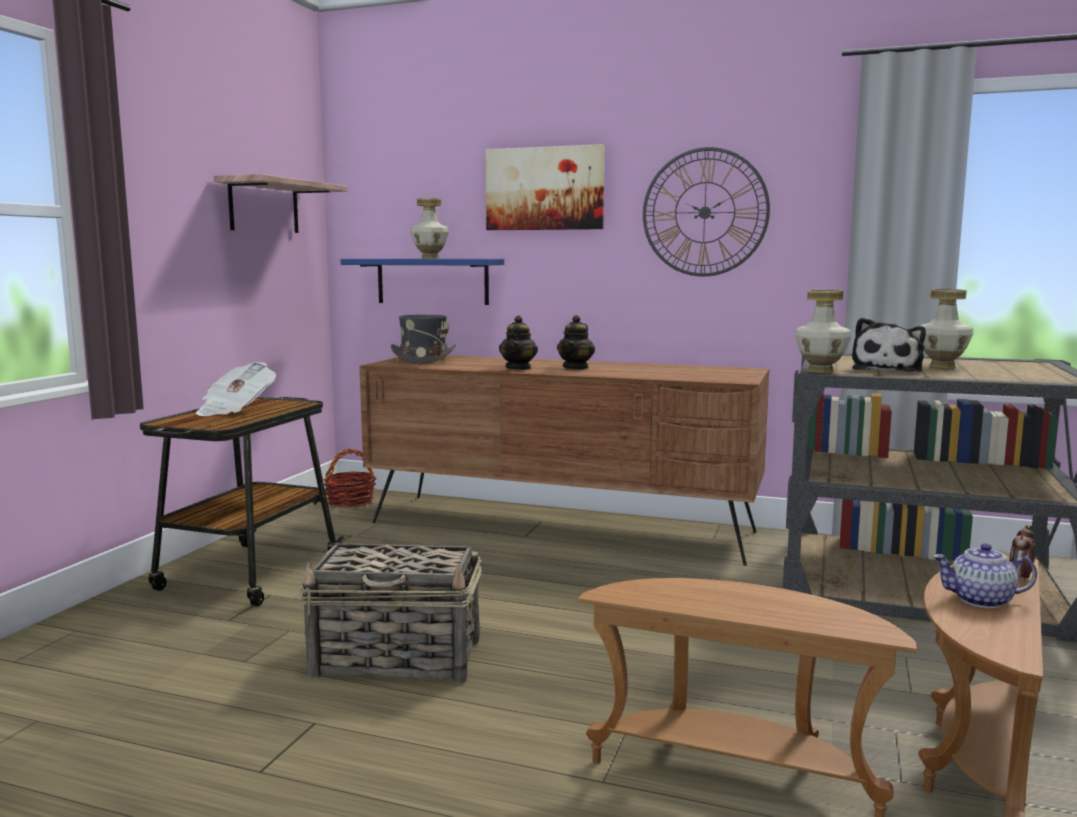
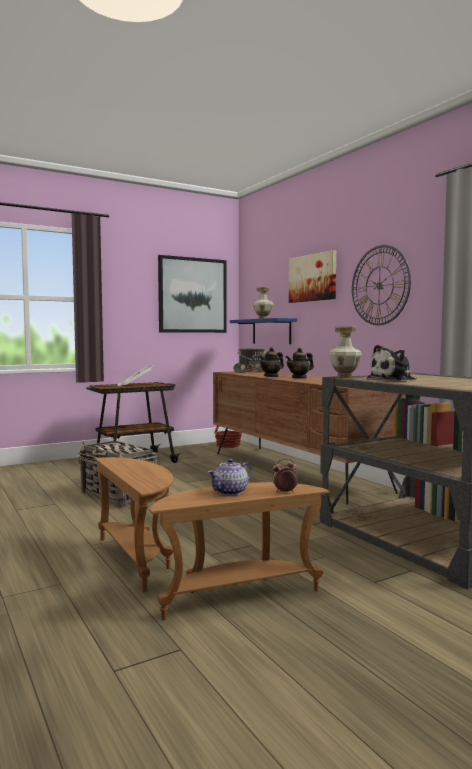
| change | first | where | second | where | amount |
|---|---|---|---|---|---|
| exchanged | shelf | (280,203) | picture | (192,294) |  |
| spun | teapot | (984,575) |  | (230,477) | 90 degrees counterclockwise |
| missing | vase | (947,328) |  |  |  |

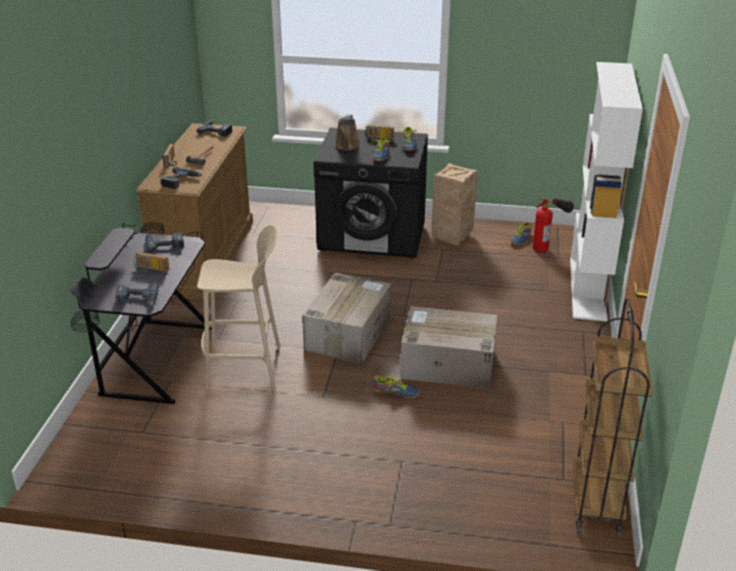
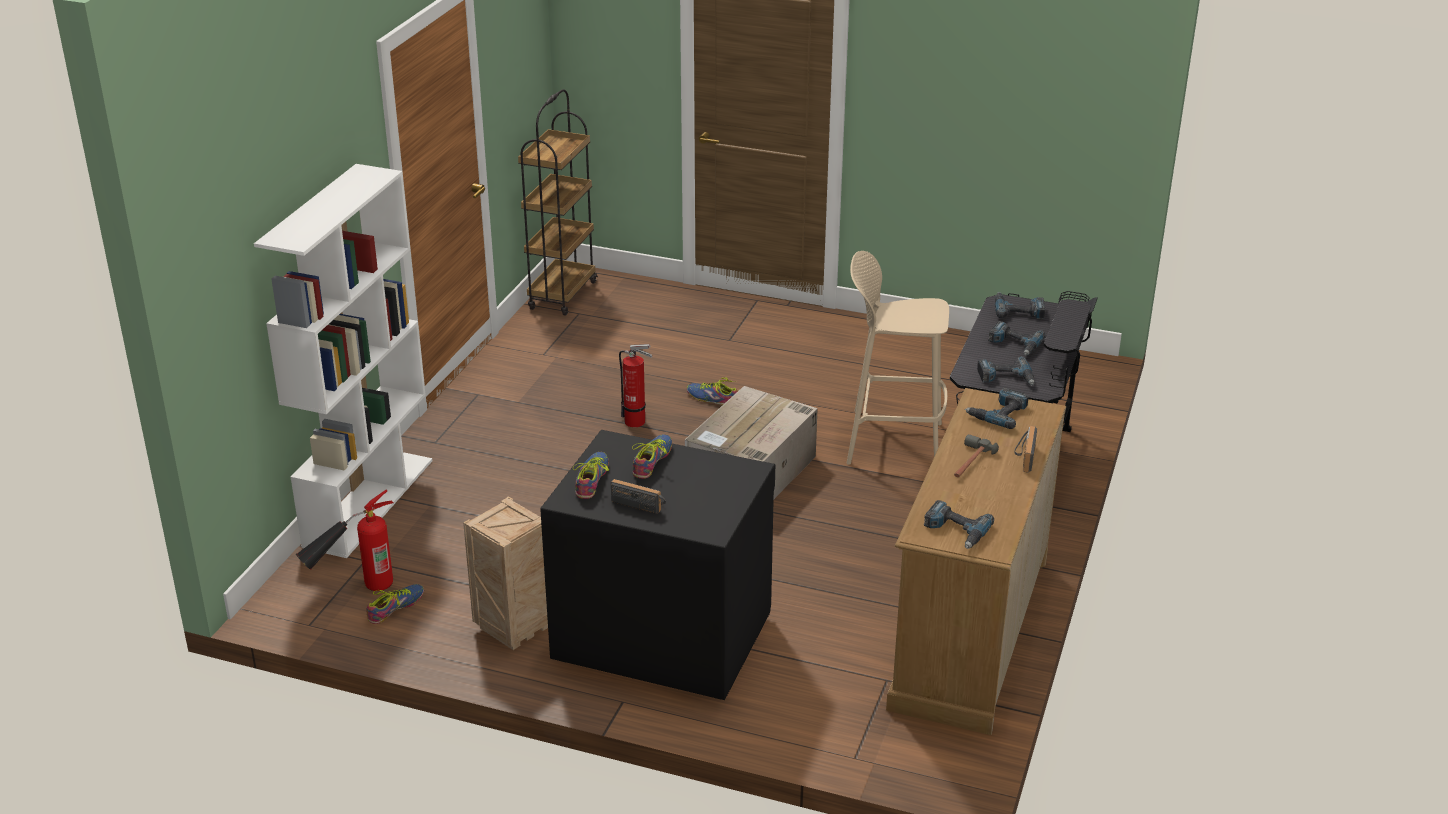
| change | first | where | second | where | amount |
|---|---|---|---|---|---|
| exchanged | cardboard box | (448,347) | fire extinguisher | (635,385) |  |
| exchanged | radio | (151,262) | power drill | (1016,338) |  |
| missing | watering can/brown | (347,132) |  |  |  |

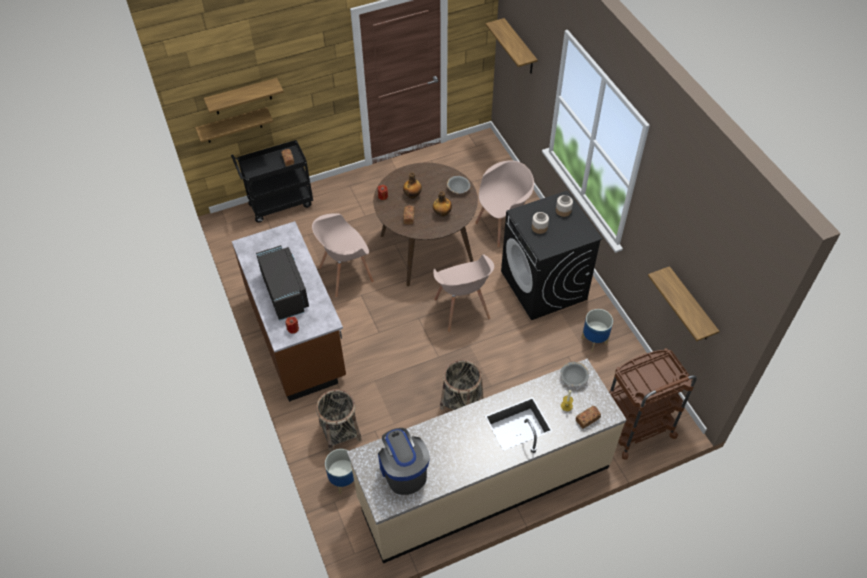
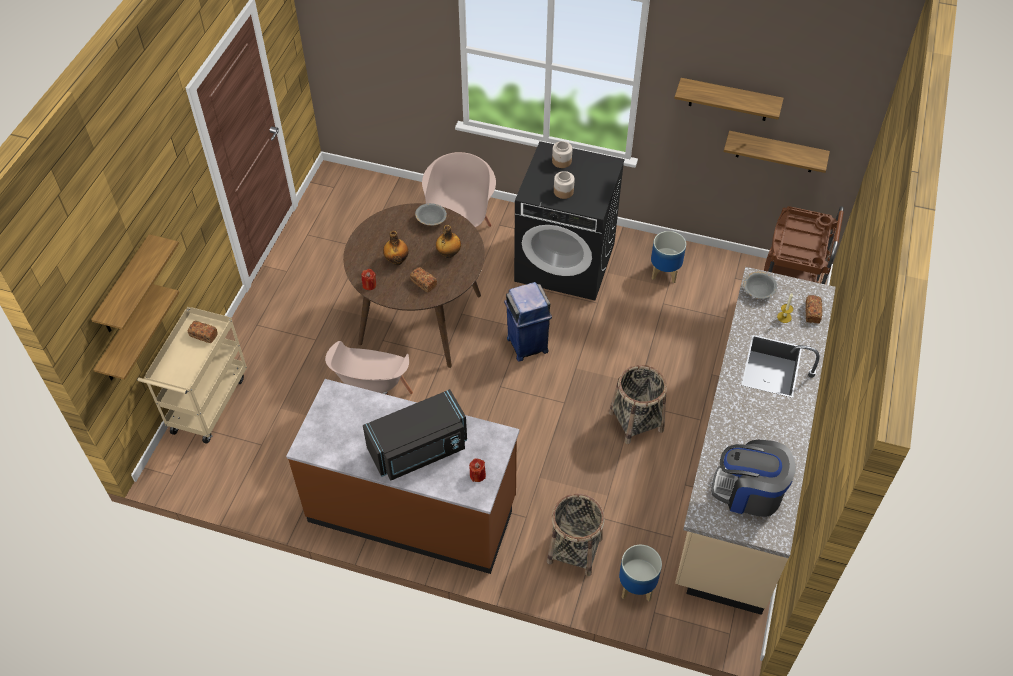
| change | first | where | second | where | amount |
|---|---|---|---|---|---|
| colour | cart/black | (272,181) | cart/beige | (192,375) |  |
| spun | microwave/black | (282,283) |  | (415,434) | 135 degrees clockwise |
| exchanged | chair/beige | (464,293) | trash can/blue | (528,322) |  |
| relocated | shelf | (512,46) |  | (729,99) |  |

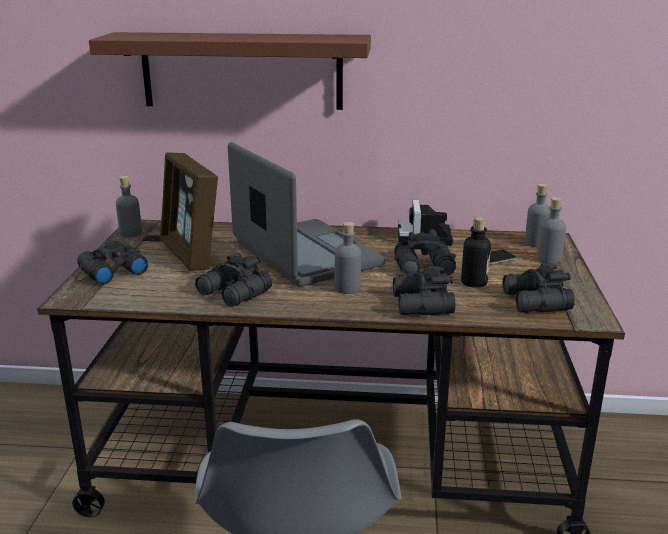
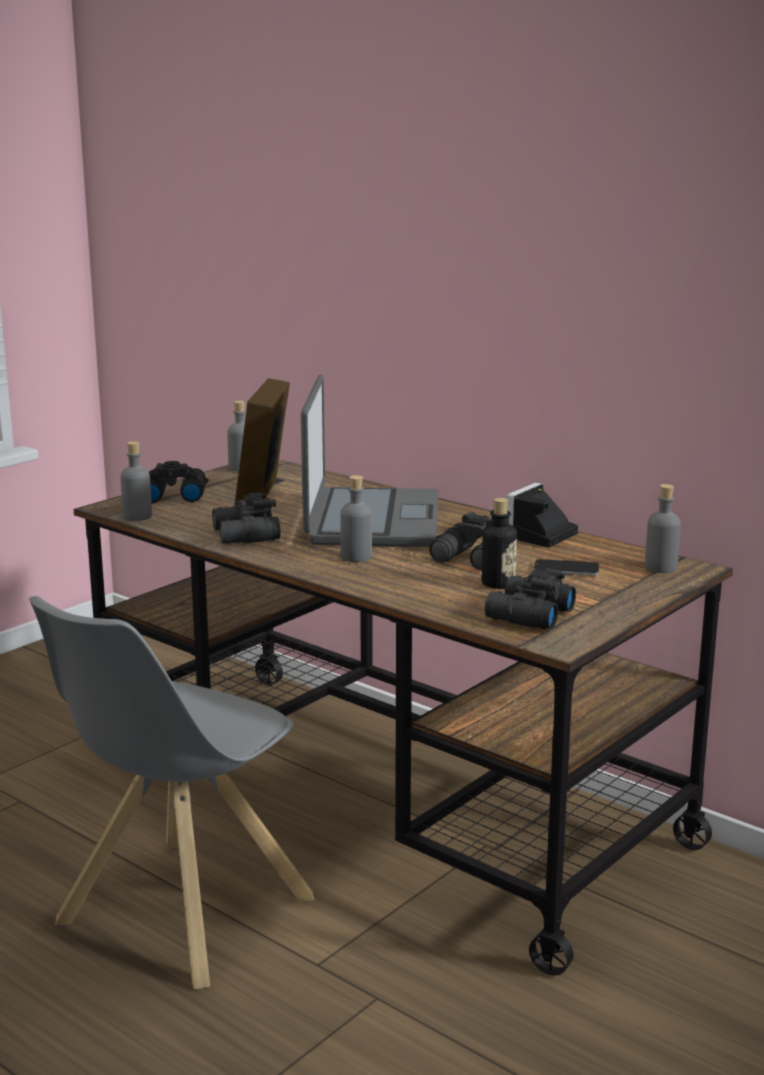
| change | first | where | second | where | amount |
|---|---|---|---|---|---|
| relocated | bottle/grey | (551,230) |  | (136,481) |  |
| missing | shelf/brown | (230,71) |  |  |  |
| missing | binoculars/black | (424,291) |  |  |  |

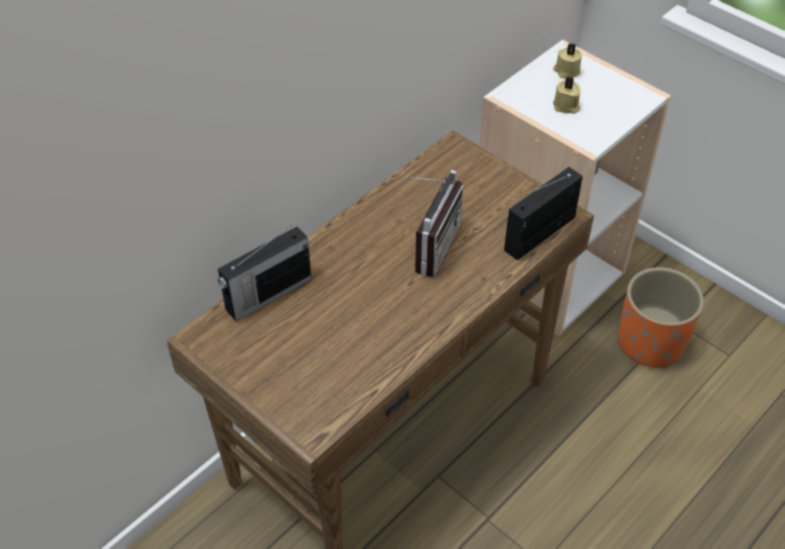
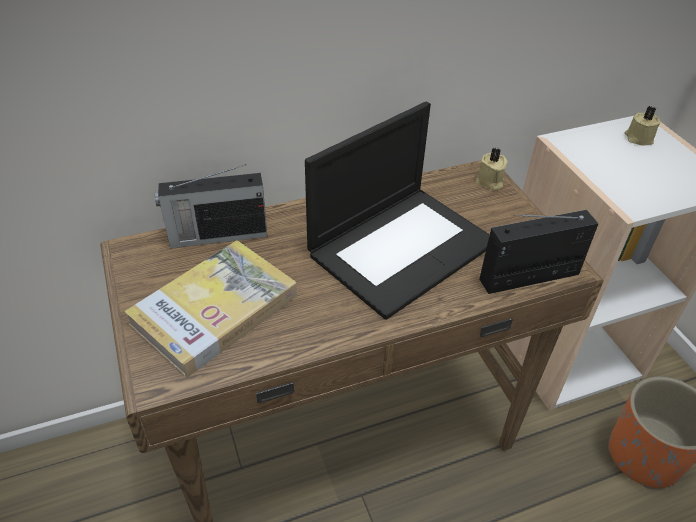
| change | first | where | second | where | amount |
|---|---|---|---|---|---|
| appeared |  |  | book | (210,308) |  |
| exchanged | radio | (434,223) | laptop | (397,211) |  |
| relocated | candle/beige | (567,95) |  | (492,168) |  |

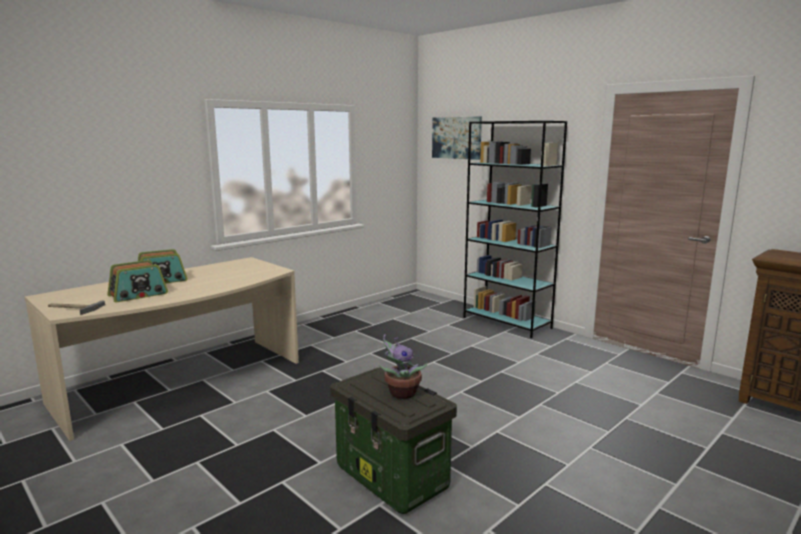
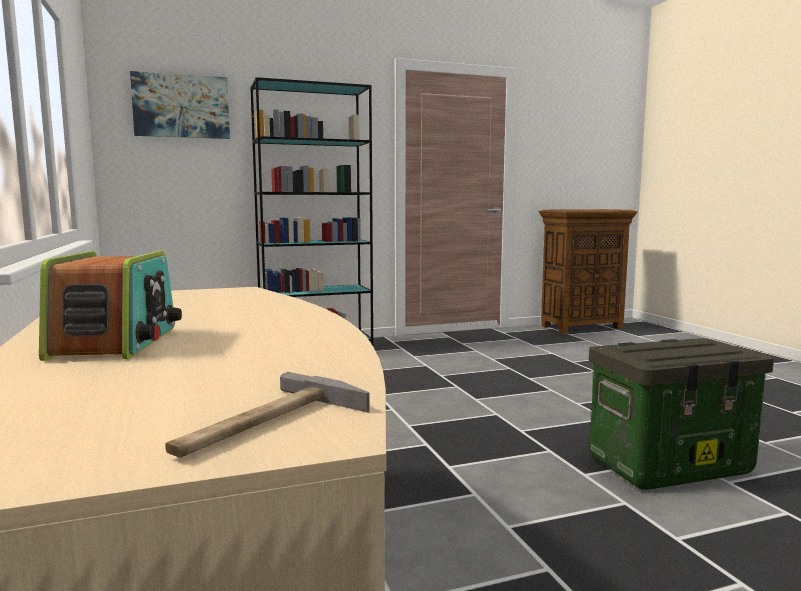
| change | first | where | second | where | amount |
|---|---|---|---|---|---|
| missing | radio | (138,281) |  |  |  |
| missing | potted plant | (403,366) |  |  |  |

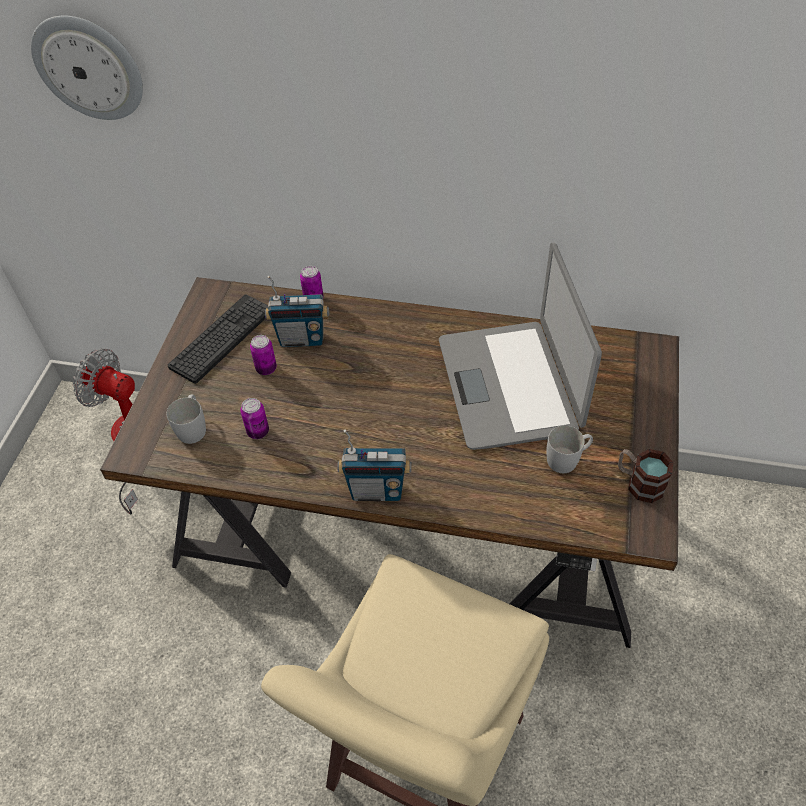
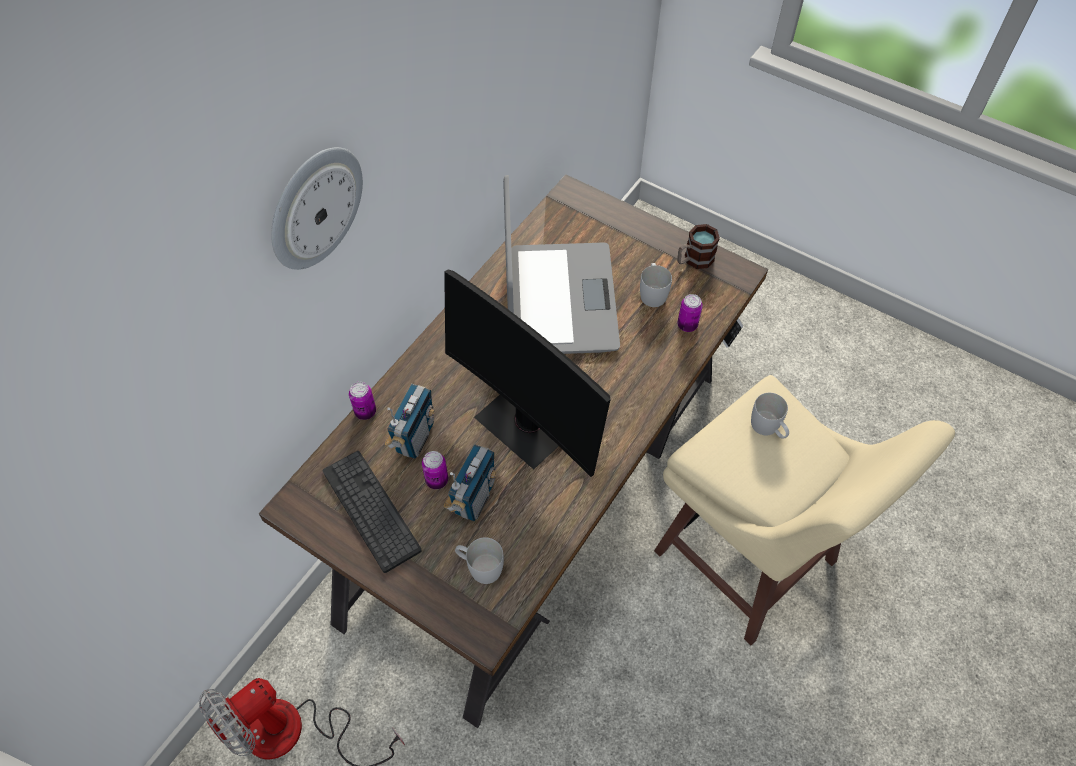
| change | first | where | second | where | amount |
|---|---|---|---|---|---|
| relocated | wall clock | (87,68) |  | (317,208) |  |
| appeared |  |  | monitor | (527,373) |  |
| relocated | radio | (374,465) |  | (470,482) |  |
| spun | laptop | (520,346) |  | (561,264) | 105 degrees counterclockwise |
| relocated | can | (254,418) |  | (690,313) |  |
| appeared |  |  | mug/white | (770,416) |  |

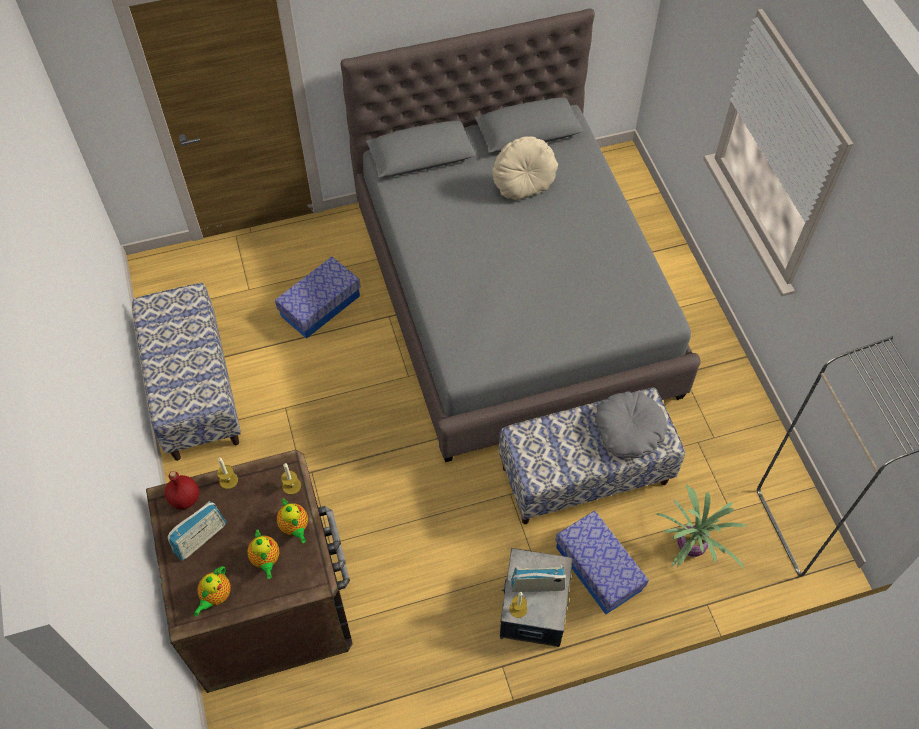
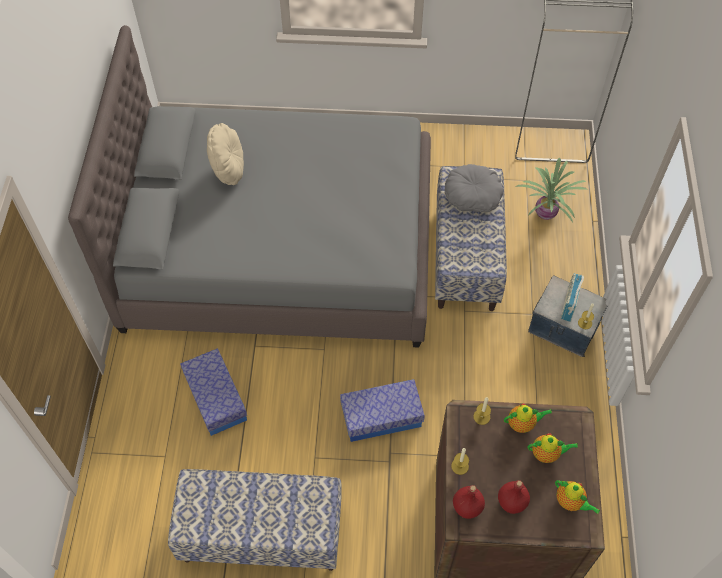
| change | first | where | second | where | amount |
|---|---|---|---|---|---|
| relocated | storage box | (602,563) |  | (382,410) |  |
| exchanged | radio | (196,530) | bottle/red | (514,497) |  |

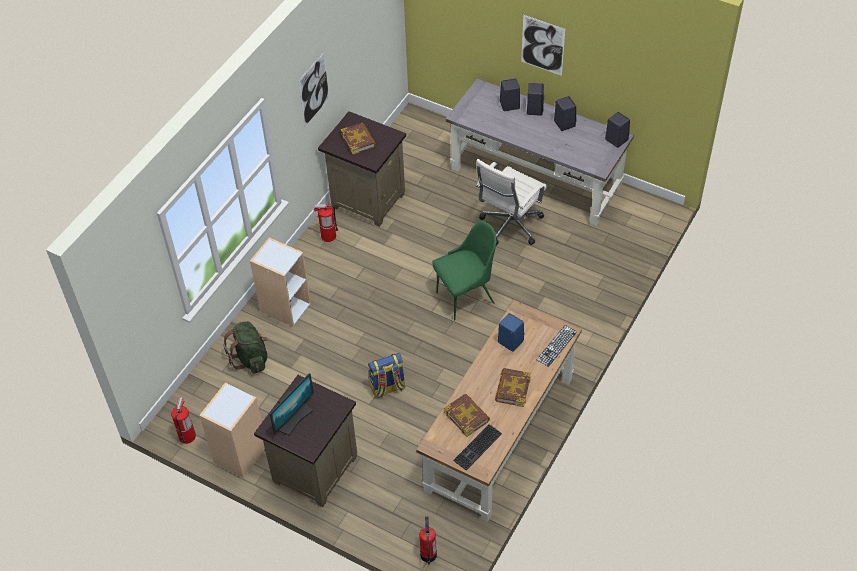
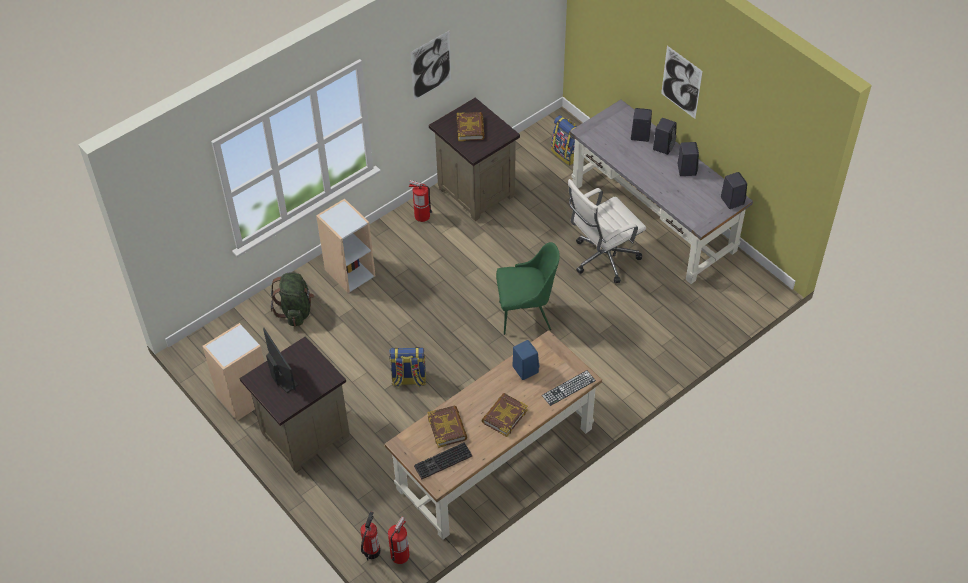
| change | first | where | second | where | amount |
|---|---|---|---|---|---|
| spun | monitor | (292,404) |  | (280,360) | 90 degrees counterclockwise |
| relocated | fire extinguisher | (183,420) |  | (398,540) |  |
| appeared |  |  | backpack | (564,140) |  |

